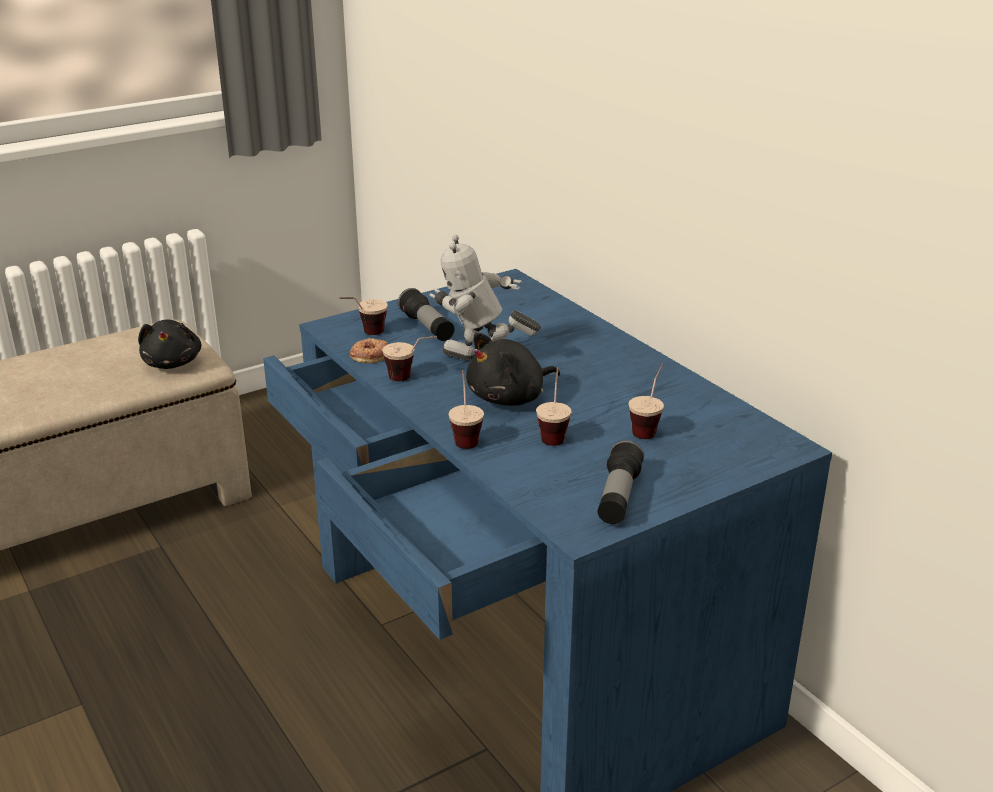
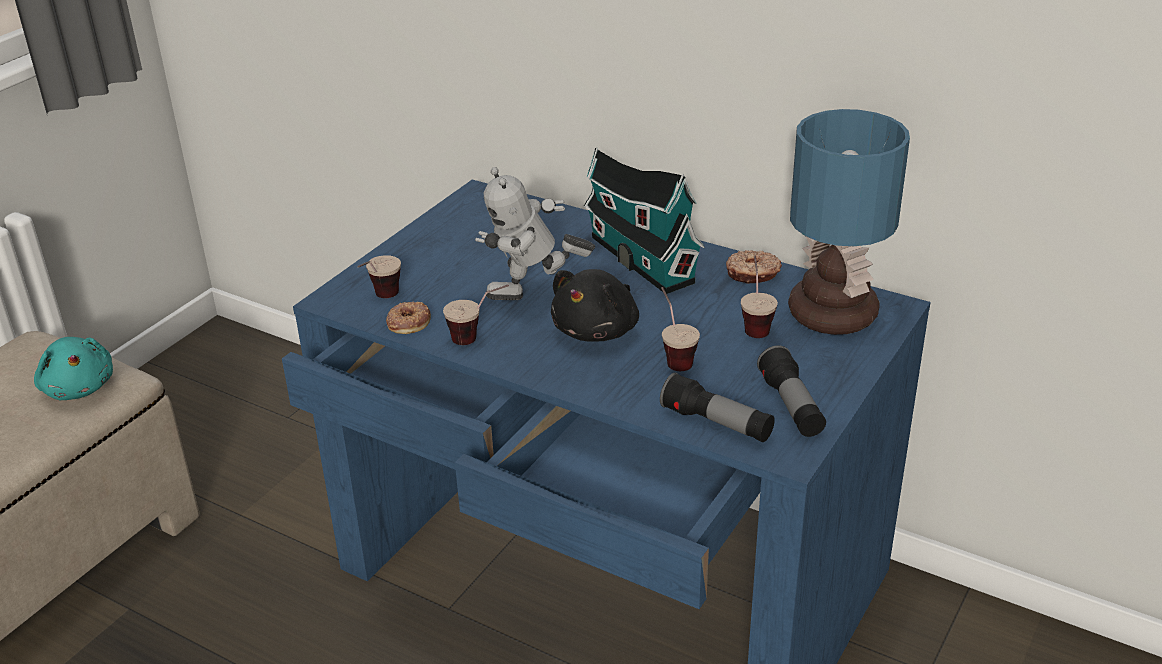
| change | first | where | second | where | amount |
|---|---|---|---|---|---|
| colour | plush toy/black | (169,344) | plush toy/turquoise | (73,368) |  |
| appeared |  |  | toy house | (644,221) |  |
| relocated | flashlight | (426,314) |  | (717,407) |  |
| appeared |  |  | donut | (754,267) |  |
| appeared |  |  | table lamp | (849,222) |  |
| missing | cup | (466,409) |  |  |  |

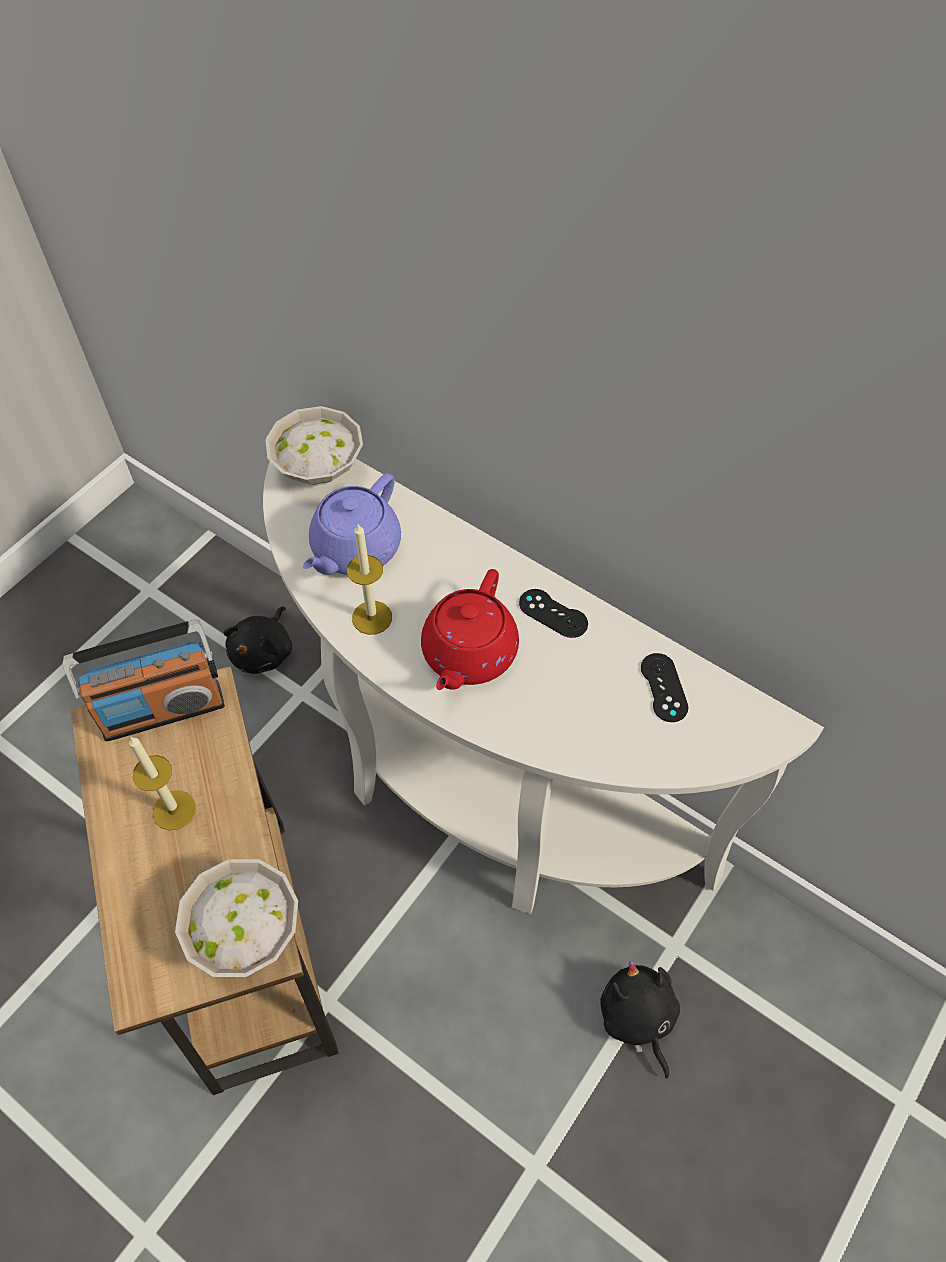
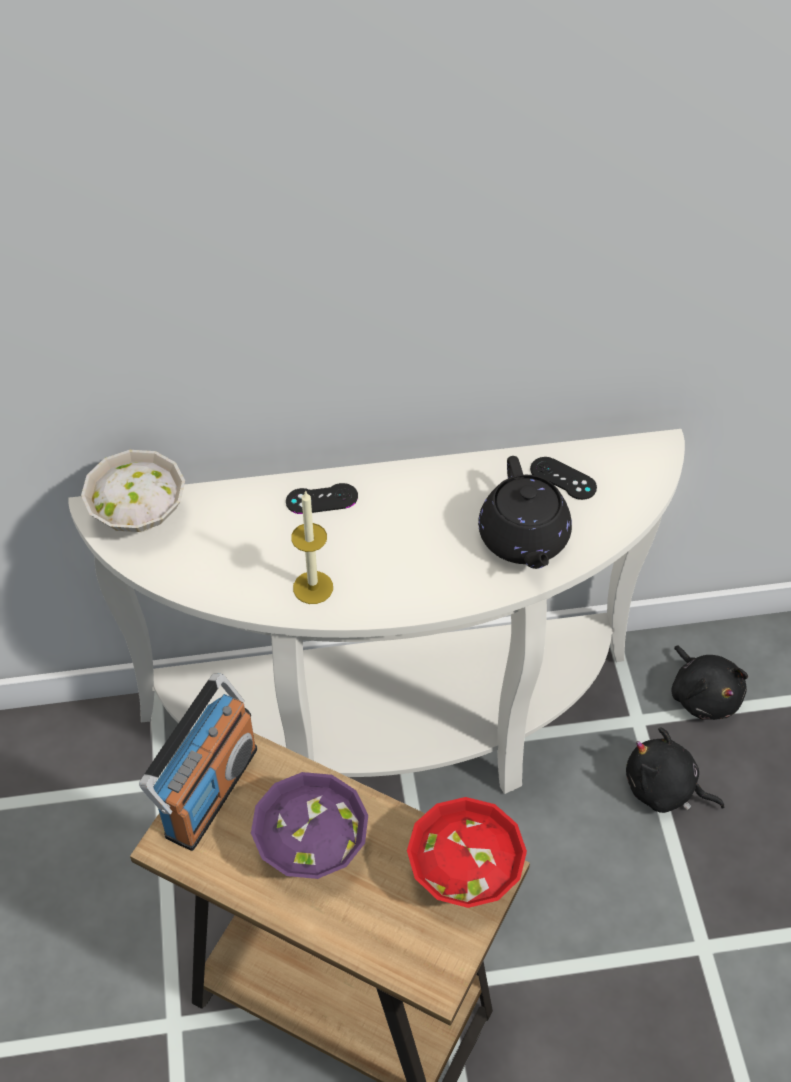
| change | first | where | second | where | amount |
|---|---|---|---|---|---|
| exchanged | candle | (162,783) | bowl/purple | (309,825) |  |
| relocated | game controller/black | (553,613) |  | (322,498) |  |
| colour | bowl/white | (236,918) | bowl/red | (467,852) |  |
| appeared |  |  | teapot/black | (525,512) |  |
| relocated | plush toy/black | (258,640) |  | (709,682) |  |
| missing | teapot/purple | (352,524) |  |  |  |
| missing | teapot/red | (470,629) |  |  |  |

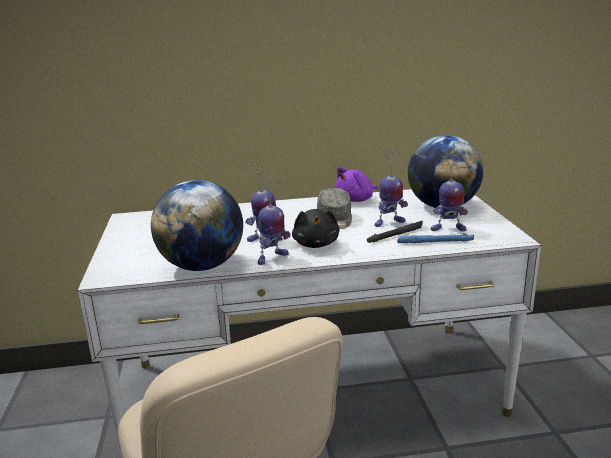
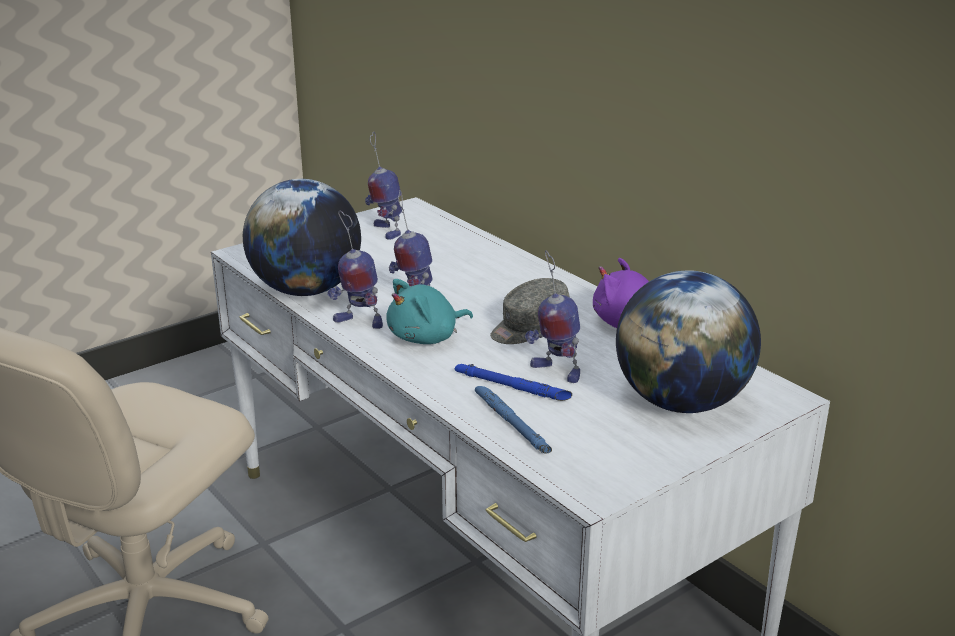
| change | first | where | second | where | amount |
|---|---|---|---|---|---|
| relocated | toy robot | (449,192) |  | (383,185) |  |
| colour | plush toy/black | (316,228) | plush toy/turquoise | (429,311) |  |
| colour | flashlight/black | (394,232) | flashlight/blue | (513,382) |  |

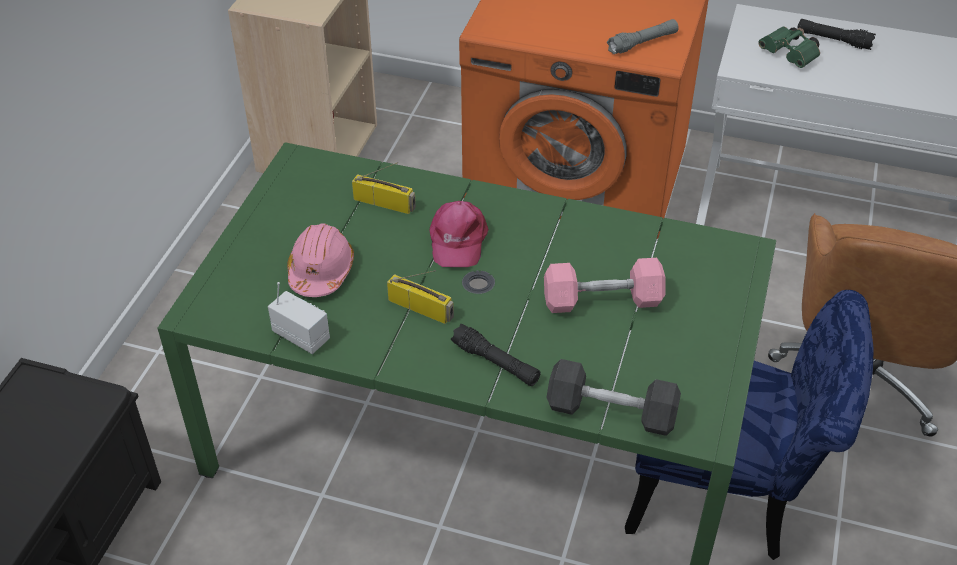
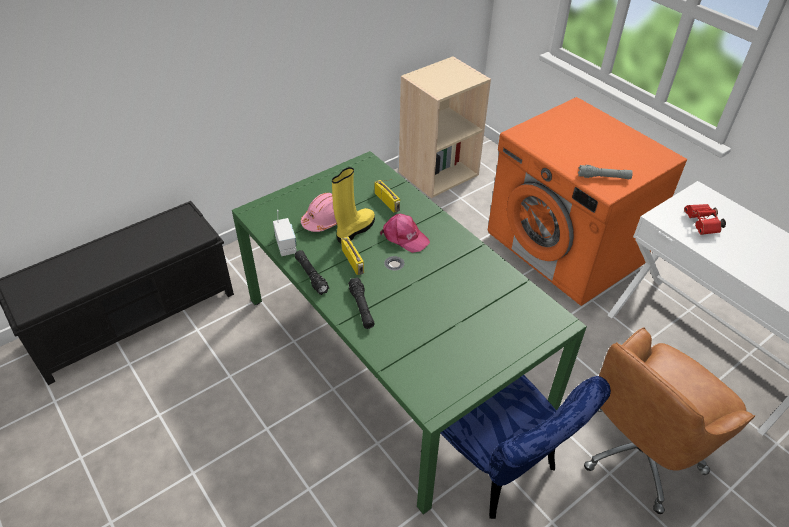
| change | first | where | second | where | amount |
|---|---|---|---|---|---|
| relocated | flashlight/black | (836,34) |  | (312,272) |  |
| appeared |  |  | boot/yellow | (353,205) |  |
| spun | cap/pink | (459,234) |  | (405,233) | 90 degrees counterclockwise |
| colour | binoculars/green | (789,47) | binoculars/red | (705,219) |  |
| missing | dumbbell/pink | (605,285) |  |  |  |
| missing | dumbbell/grey | (613,397) |  |  |  |

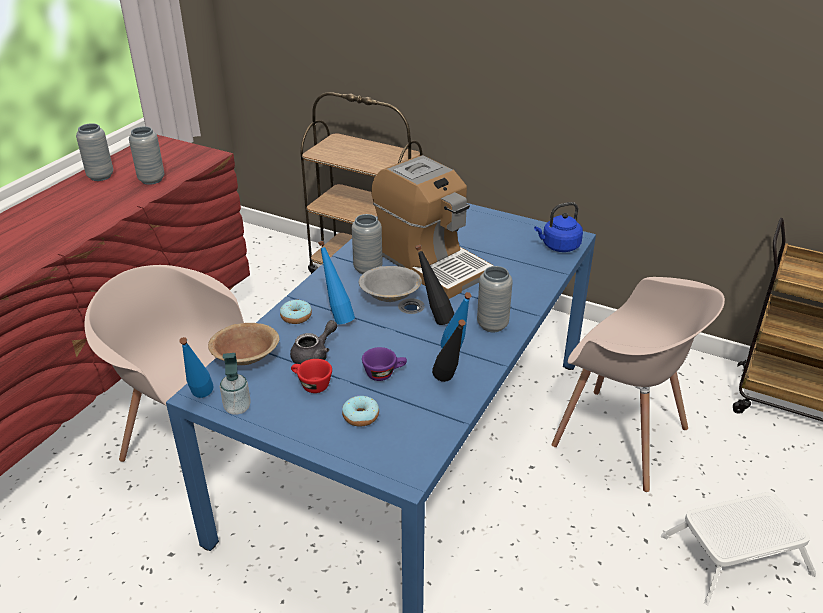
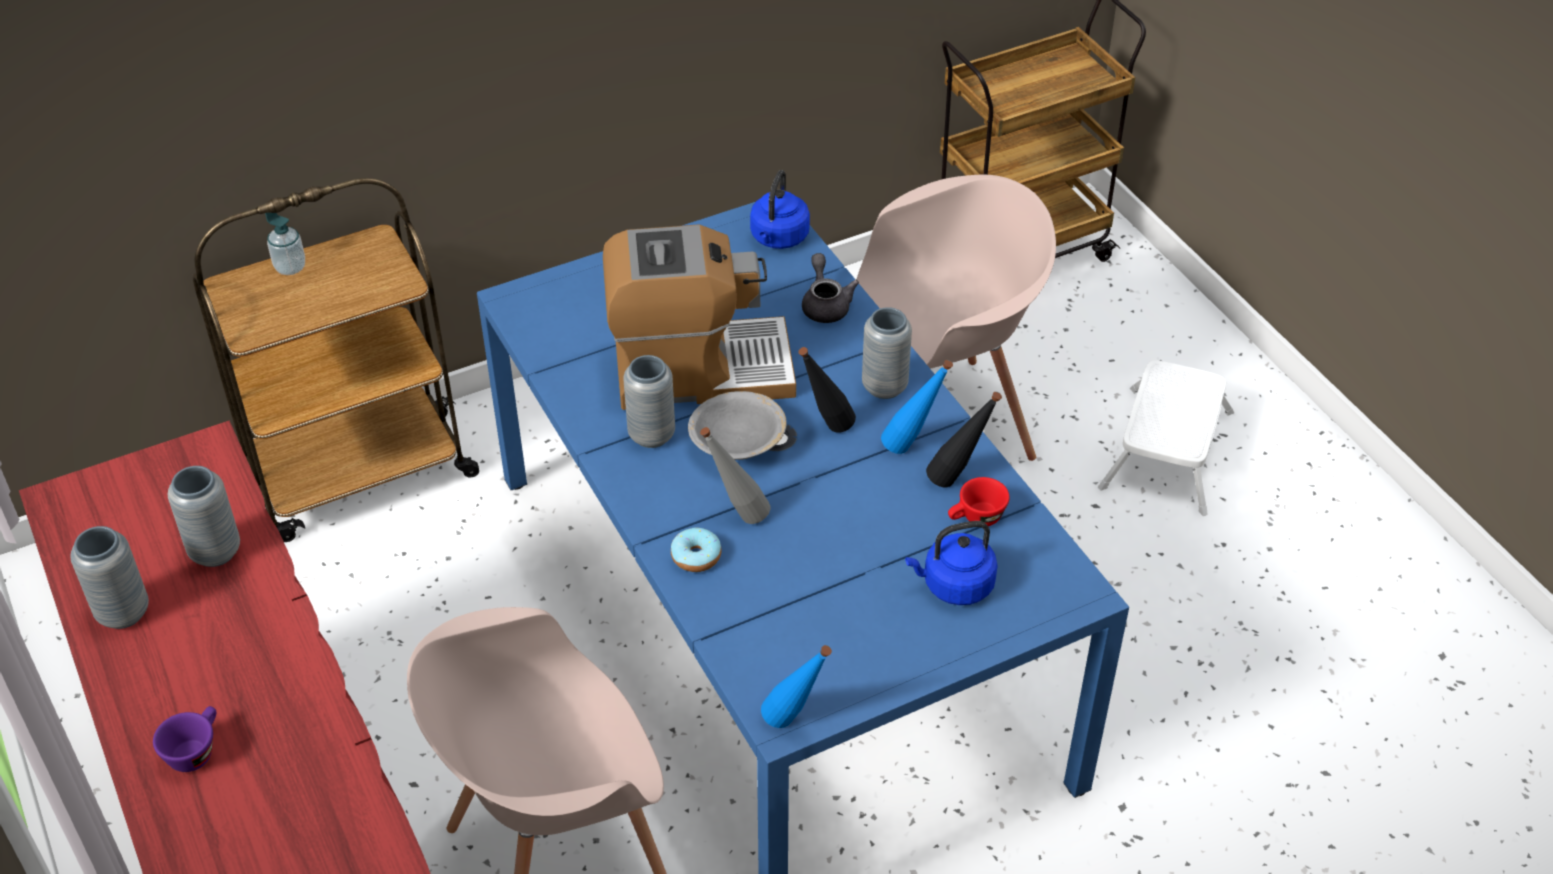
| change | first | where | second | where | amount |
|---|---|---|---|---|---|
| relocated | cup/purple | (384,364) |  | (184,739) |  |
| relocated | soap dispenser | (235,384) |  | (285,244) |  |
| colour | bottle/blue | (336,282) | bottle/grey | (735,475) |  |
| relocated | teapot/grey | (314,342) |  | (830,288) |  |
| exchanged | donut | (360,411) | kettle/blue | (951,563) |  |
| relocated | cup/red | (311,376) |  | (979,501) |  |
| missing | bowl/brown | (244,344) |  |  |  |

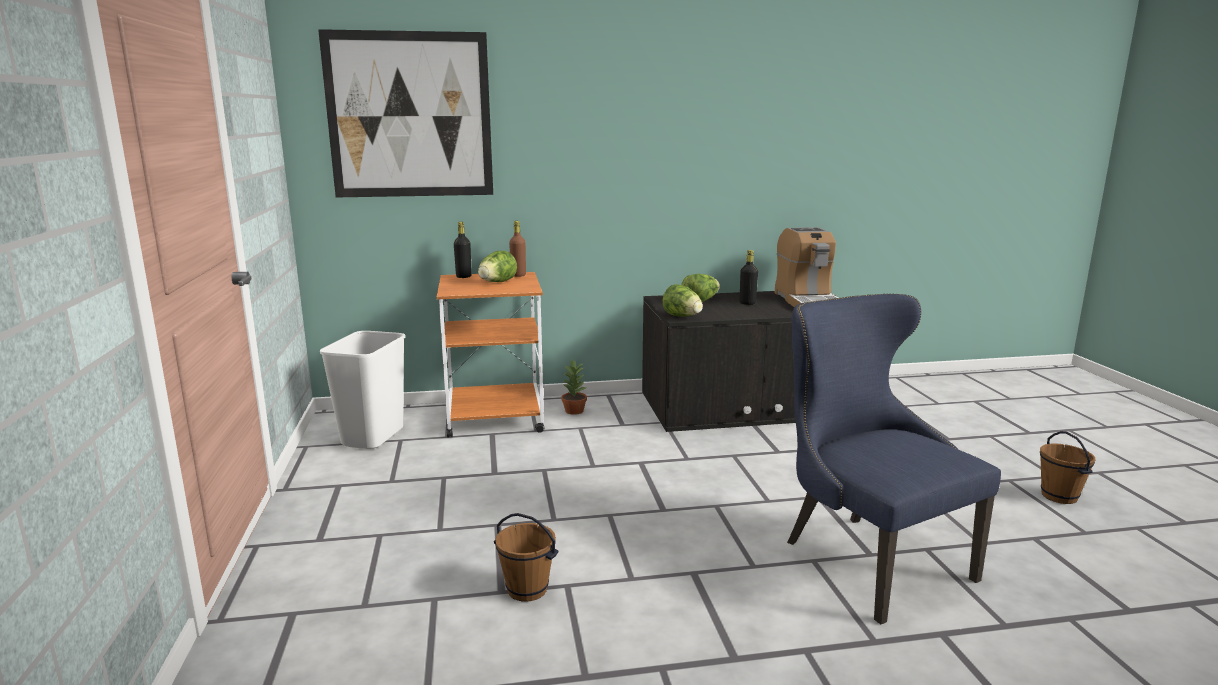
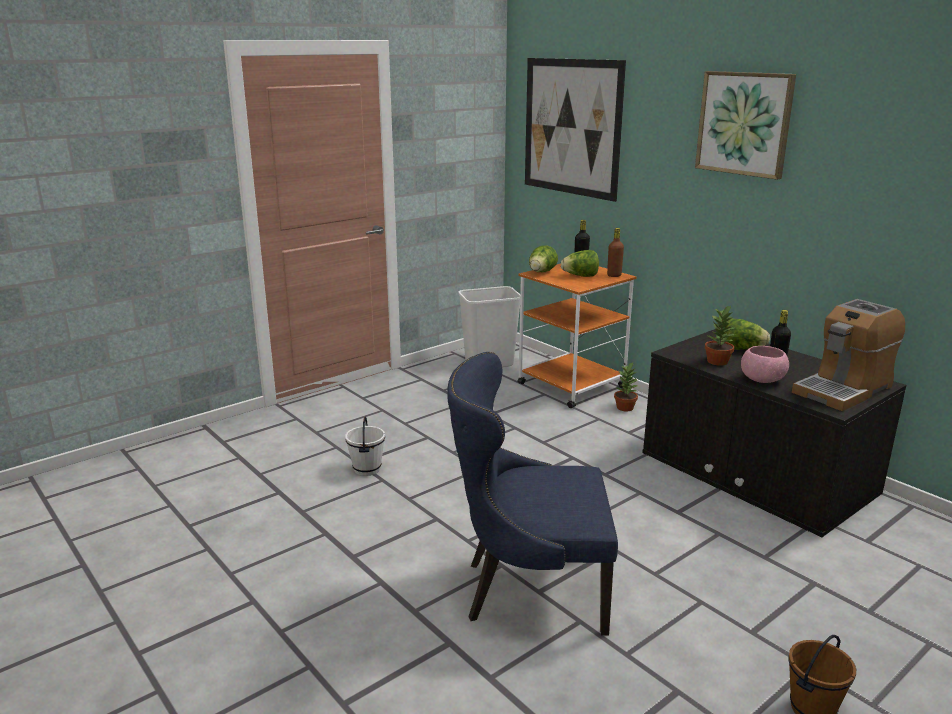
| change | first | where | second | where | amount |
|---|---|---|---|---|---|
| colour | bucket/brown | (526,557) | bucket/white | (365,446) |  |
| spun | chair/blue | (894,458) |  | (532,493) | 120 degrees counterclockwise |
| relocated | lettuce | (683,300) |  | (543,258) |  |
| appeared |  |  | picture | (745,125) |  |
| appeared |  |  | potted plant | (720,335) |  |
| appeared |  |  | bowl/pink | (765,364) |  |

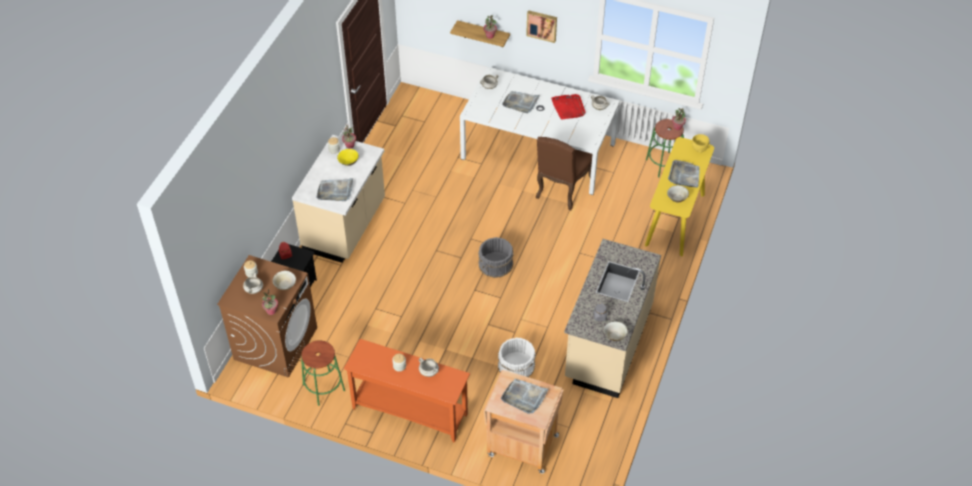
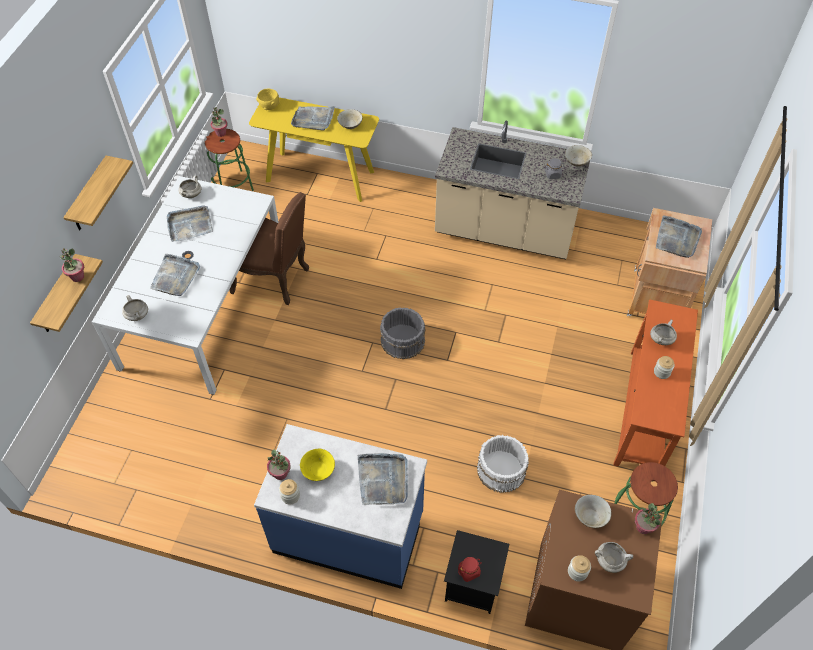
| change | first | where | second | where | amount |
|---|---|---|---|---|---|
| exchanged | picture | (541,26) | shelf | (98,192) |  |
| colour | tray/red | (568,107) | tray/grey | (190,223) |  |
| colour | counter/beige | (338,199) | counter/blue | (340,506) |  |
| relocated | bucket/white | (516,357) |  | (503,464) |  |

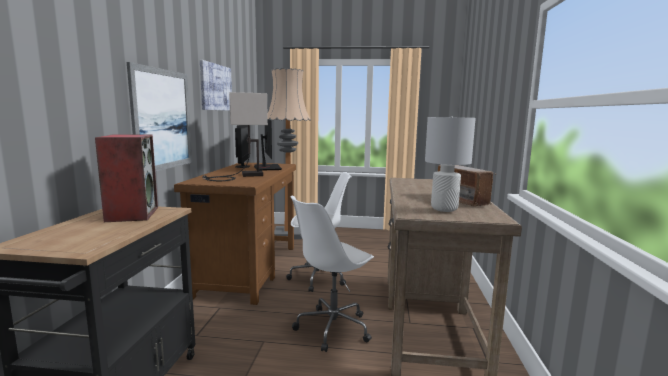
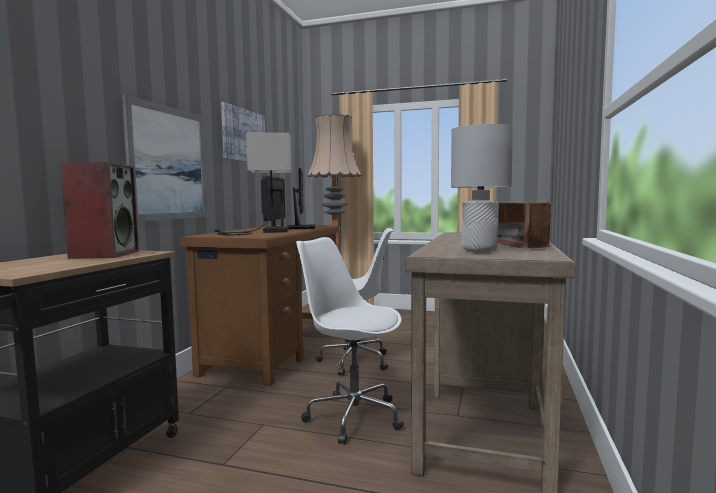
| change | first | where | second | where | amount |
|---|---|---|---|---|---|
| spun | office chair/white | (332,274) |  | (350,340) | 60 degrees clockwise |

